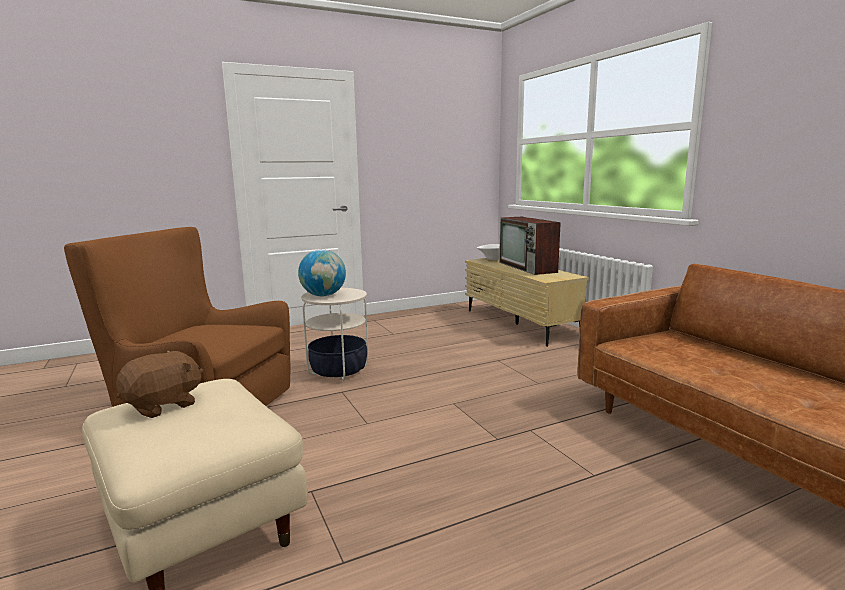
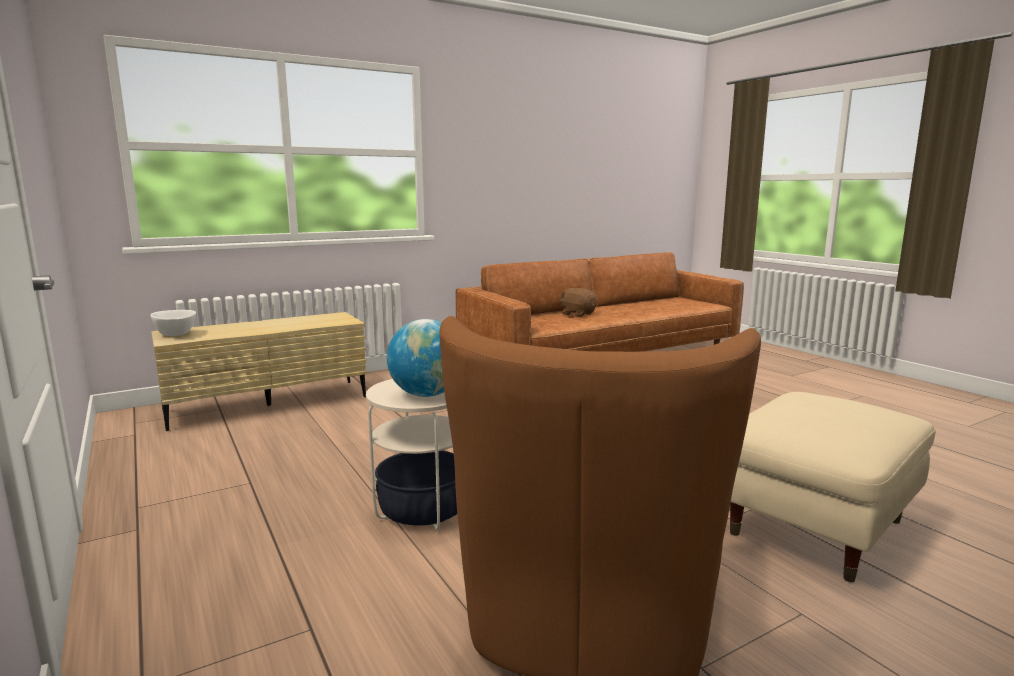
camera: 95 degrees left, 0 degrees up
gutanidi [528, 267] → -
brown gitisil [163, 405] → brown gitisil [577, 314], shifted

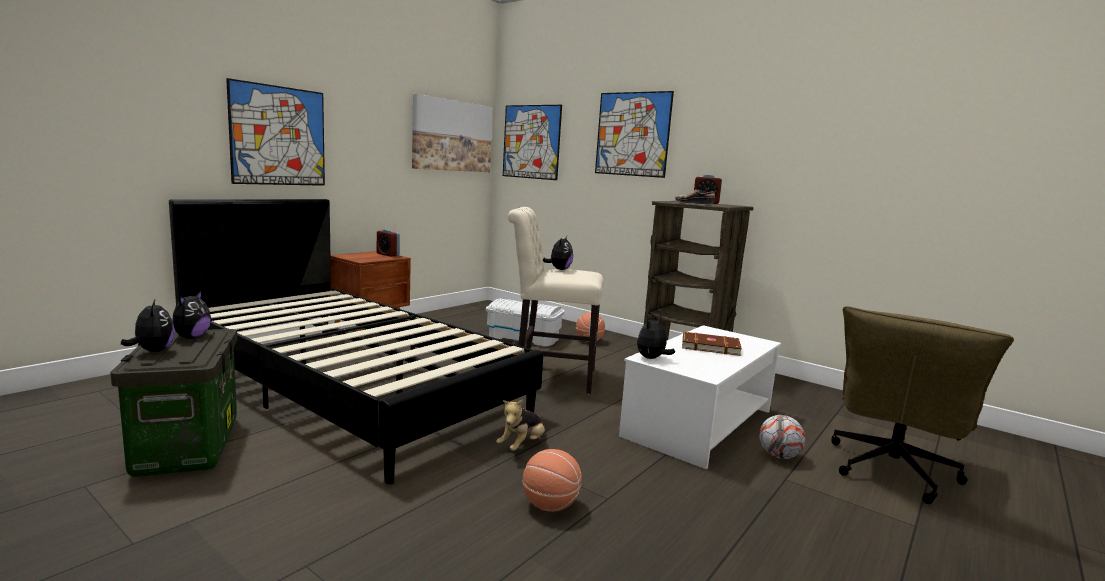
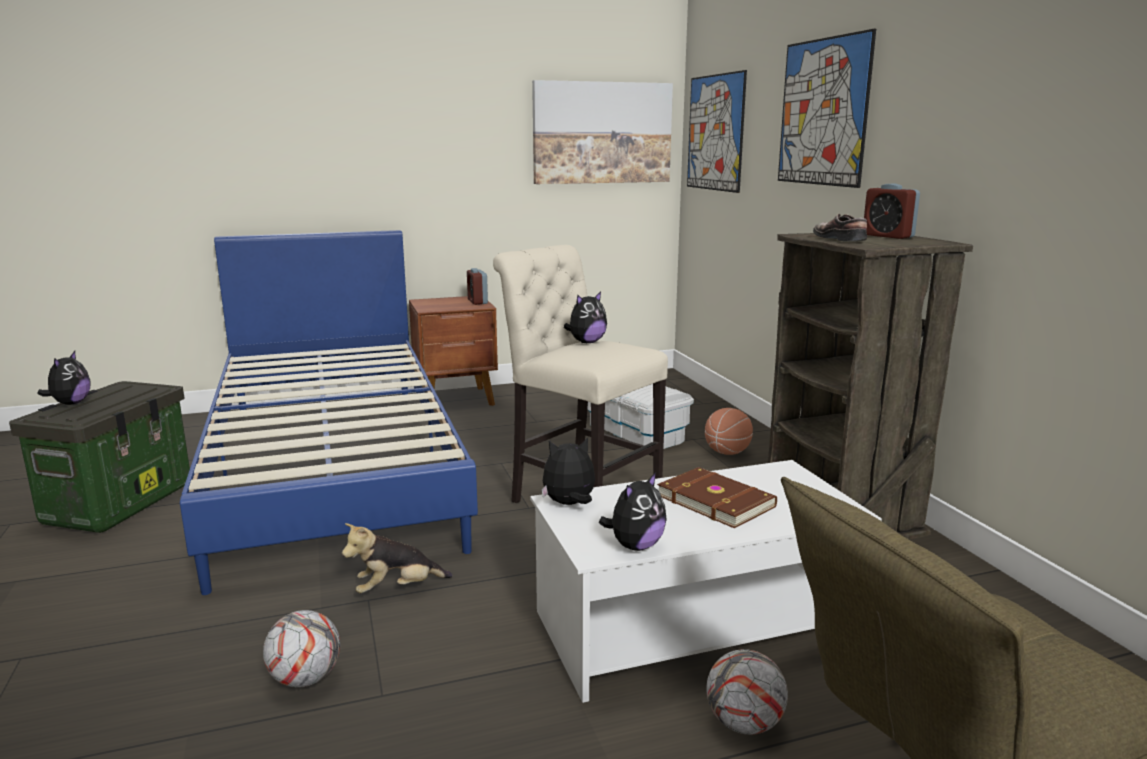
camera: 35 degrees right, 5 degrees up
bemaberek [279, 136] → -
gitisil [191, 337] → gitisil [635, 546], shifted
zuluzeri [550, 506] → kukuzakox [305, 679]
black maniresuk [347, 387] → blue maniresuk [333, 467]

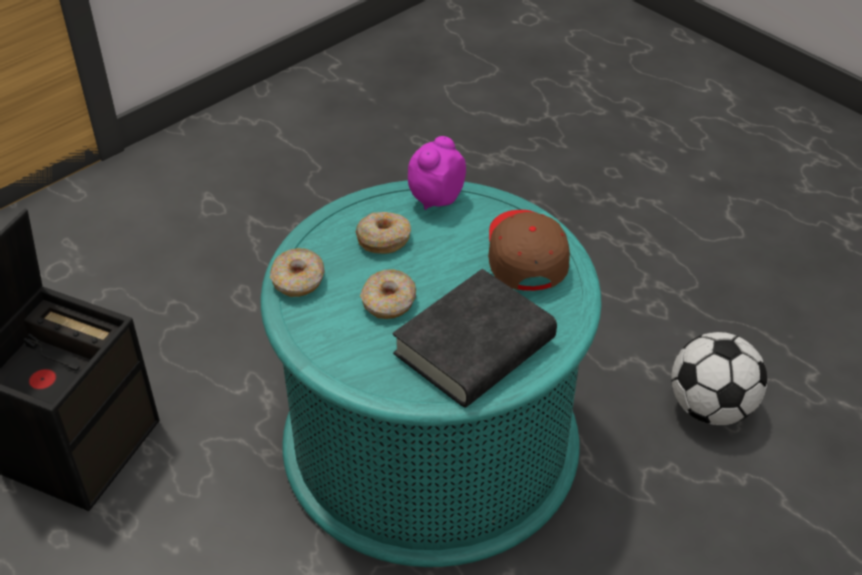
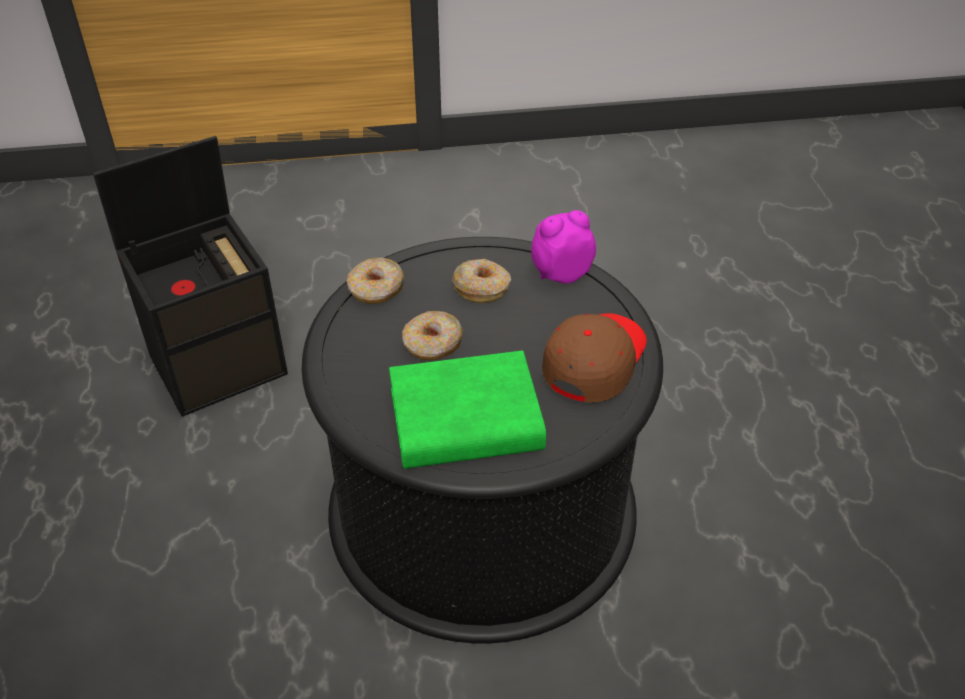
camera: 35 degrees right, 0 degrees up
kukuzakox [710, 408] → -
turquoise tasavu [431, 440] → black tasavu [482, 507]
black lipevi [474, 347] → green lipevi [465, 420]

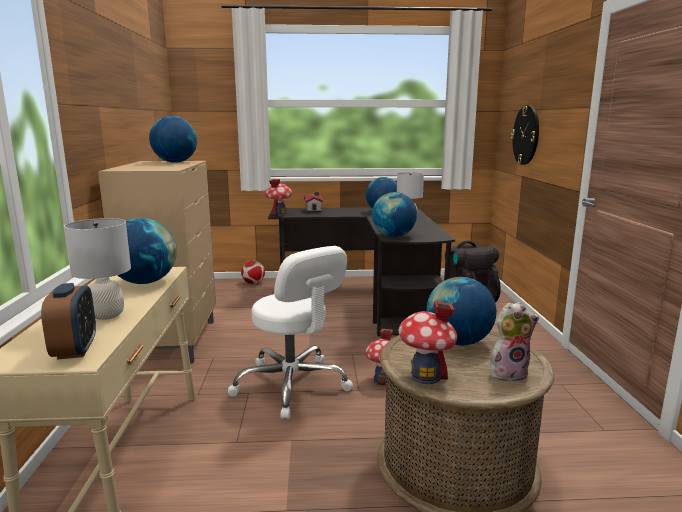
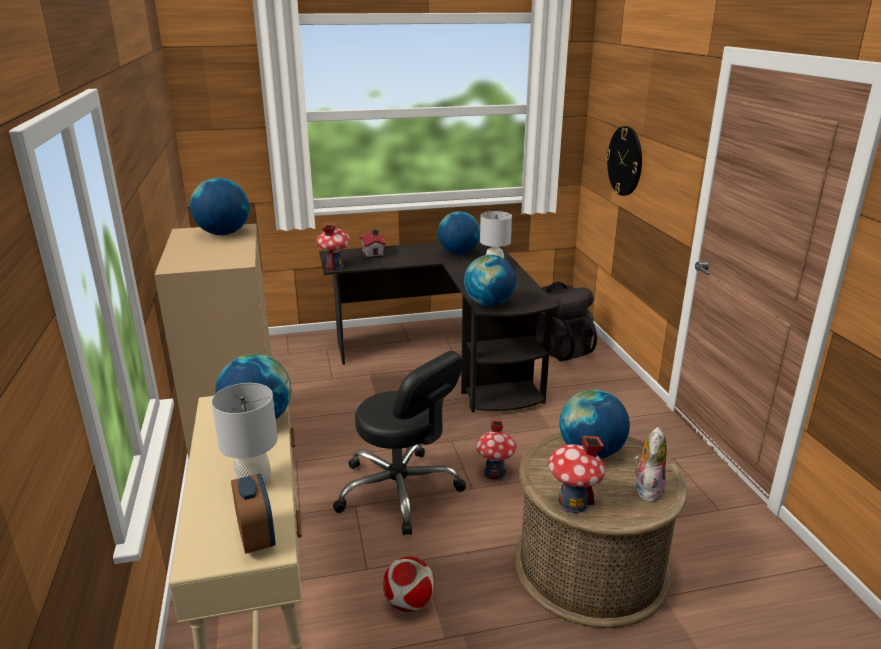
camera: 10 degrees left, 10 degrees up
kukuzakox [253, 283] → kukuzakox [409, 602], shifted
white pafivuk [294, 387] → black pafivuk [403, 493]
gitisil [508, 373] → gitisil [646, 489], 45 degrees counterclockwise

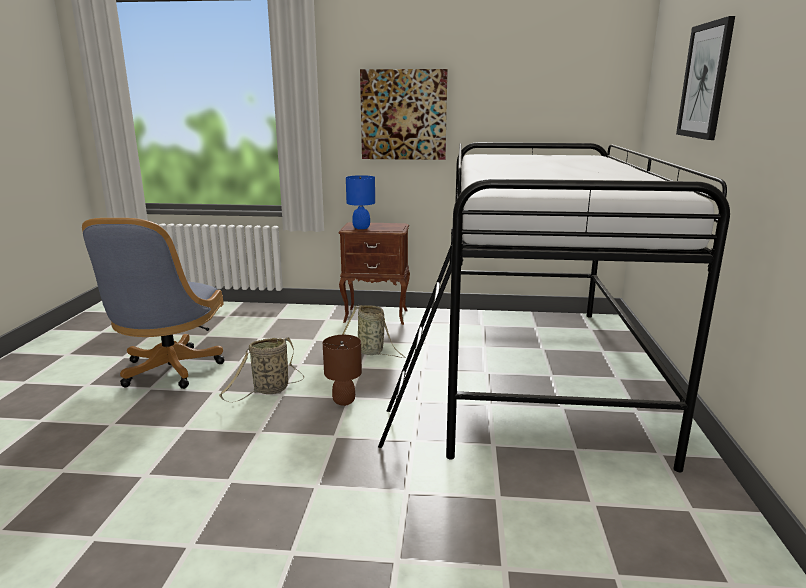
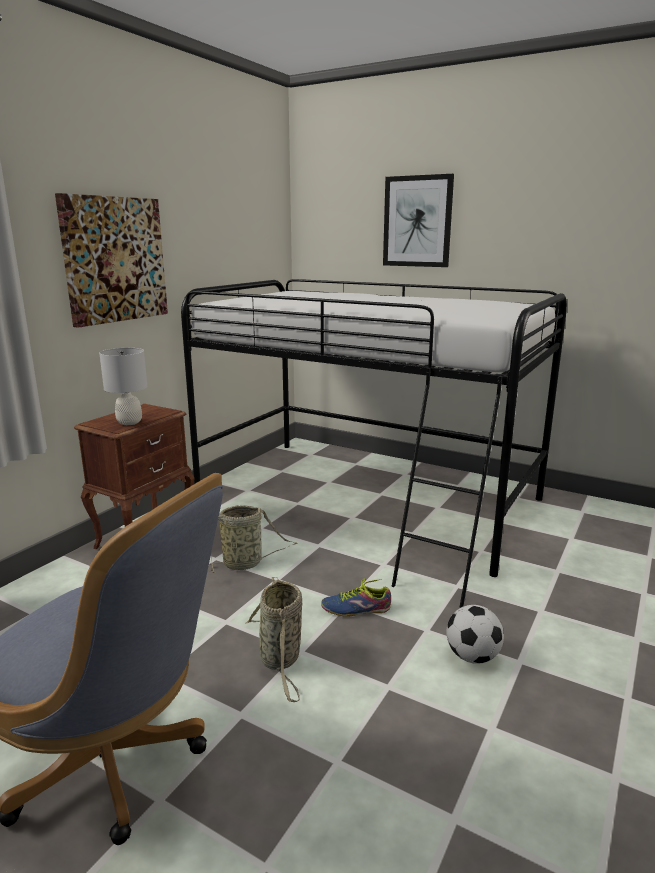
camera: 65 degrees left, 0 degrees up
- → kukuzakox [472, 656]
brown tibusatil [343, 402] → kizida [356, 609]
blue tibusatil [362, 228] → grey tibusatil [130, 423]

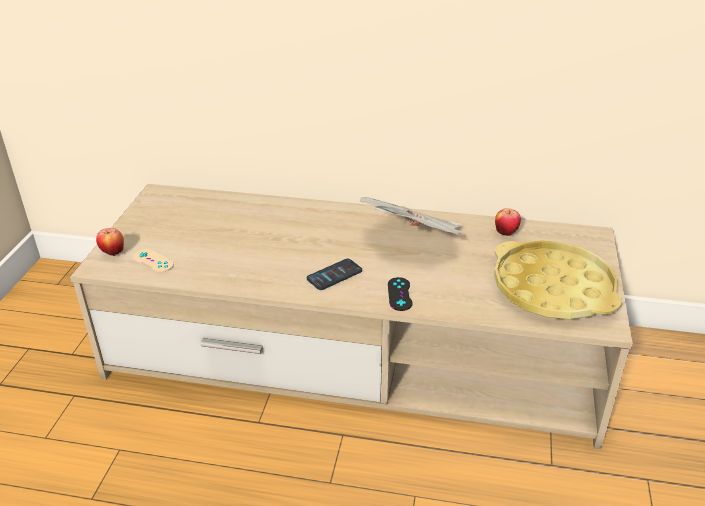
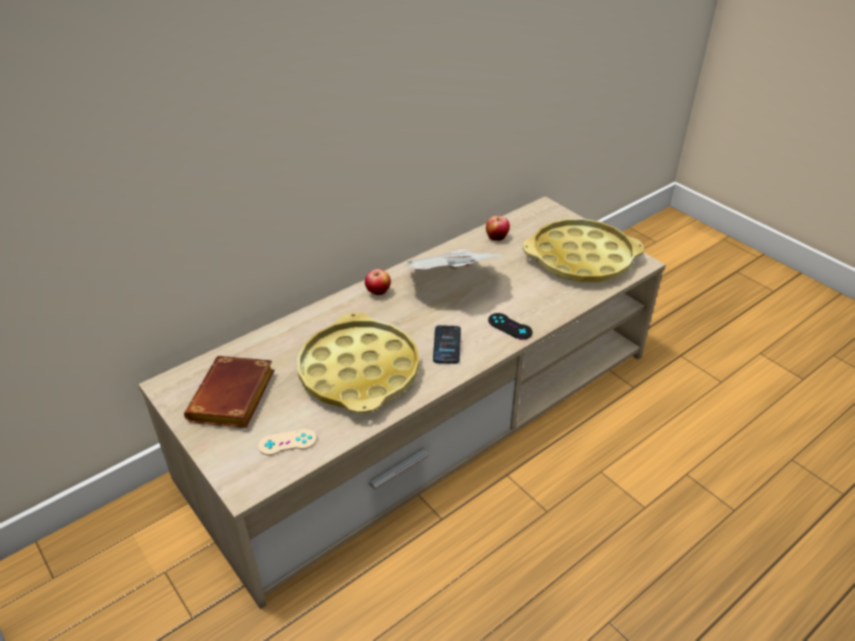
camera: 50 degrees left, 5 degrees up
- → brown lipevi [234, 399]
- → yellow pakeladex [359, 372]
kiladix [113, 253] → kiladix [378, 293], shifted

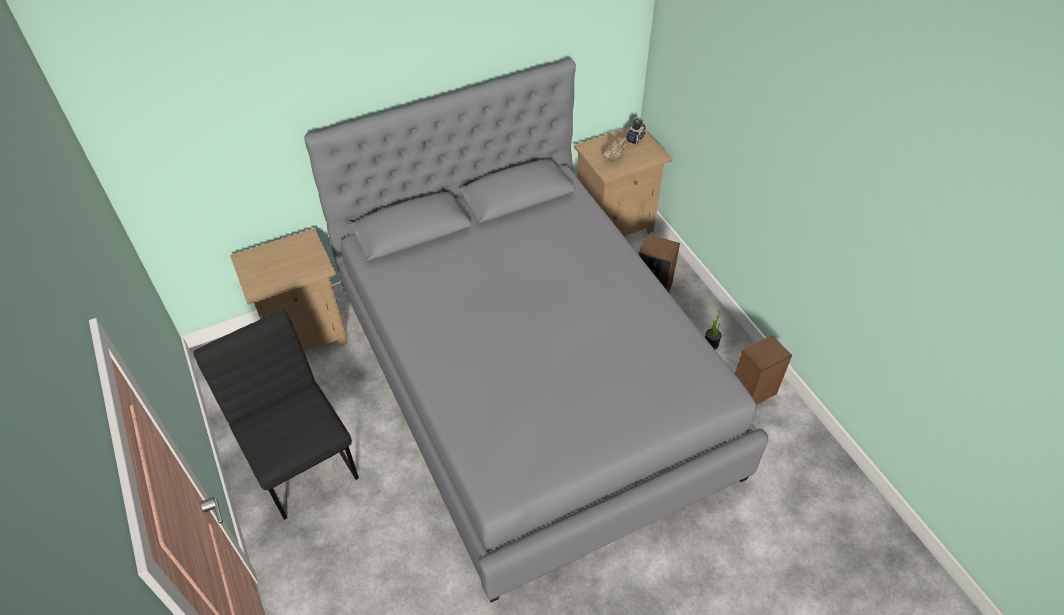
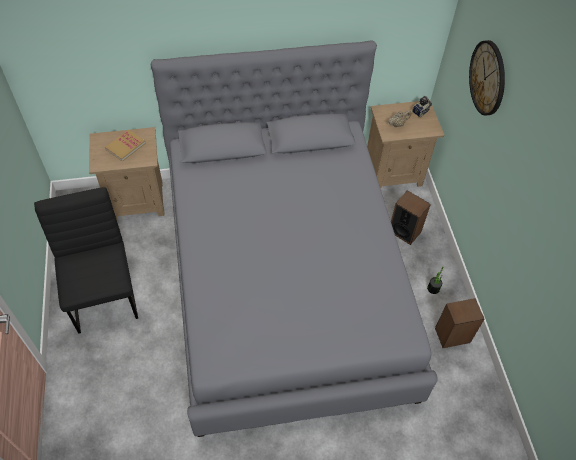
camera: 15 degrees right, 5 degrees up
- → lipevi [125, 146]
- → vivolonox [488, 78]

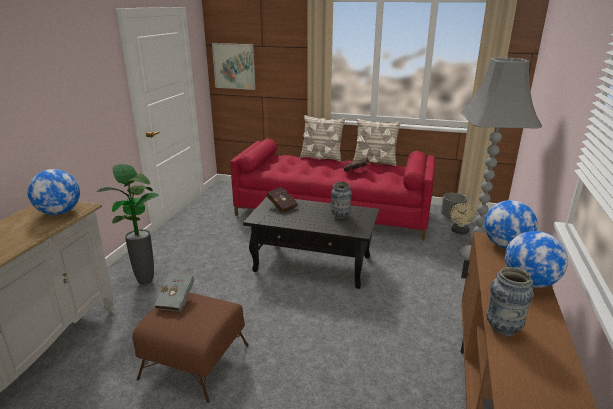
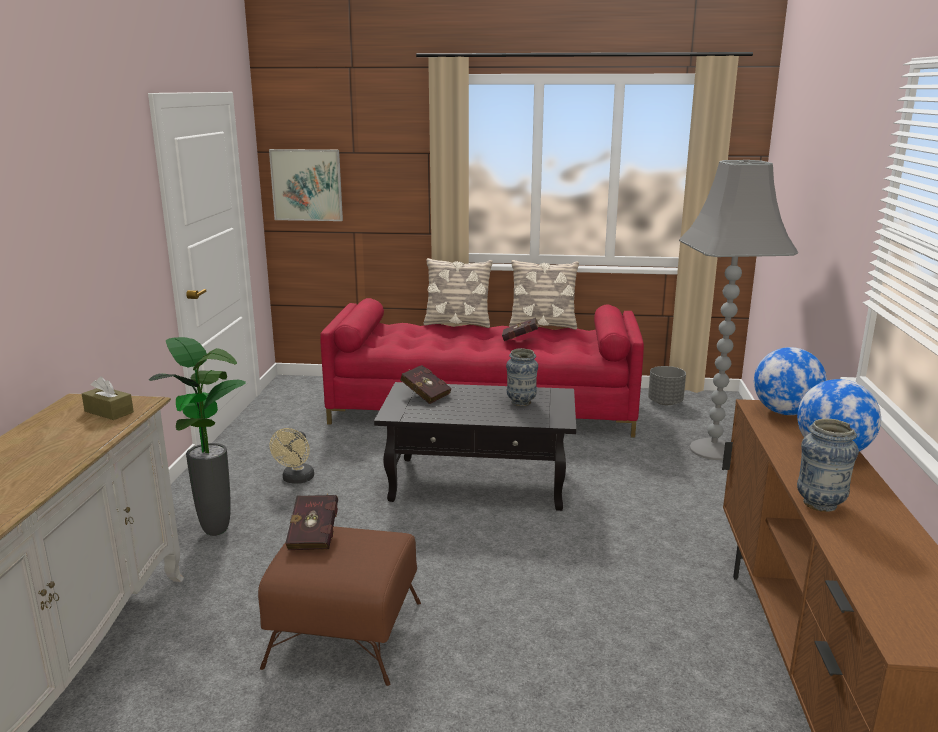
camera: 10 degrees left, 5 degrees down
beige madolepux [460, 232] → beige madolepux [296, 480], shifted
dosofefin [59, 212] → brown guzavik [109, 412]
grey lipevi [177, 300] → red lipevi [315, 535]

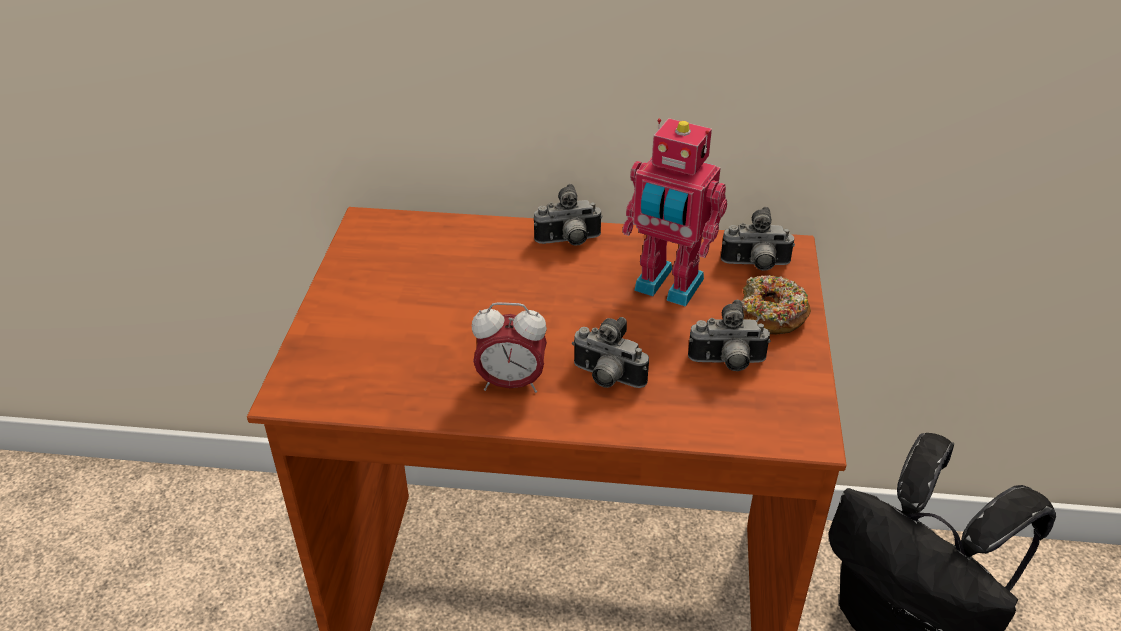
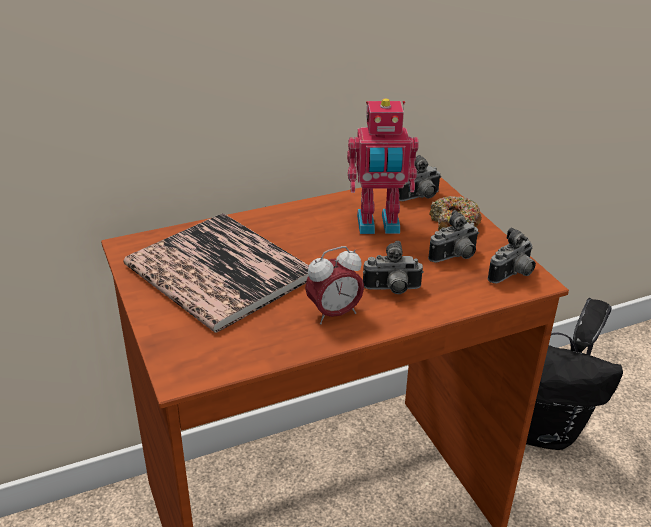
camera: 30 degrees left, 5 degrees down
- → lipevi [219, 272]
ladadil [569, 242] → ladadil [512, 275], shifted

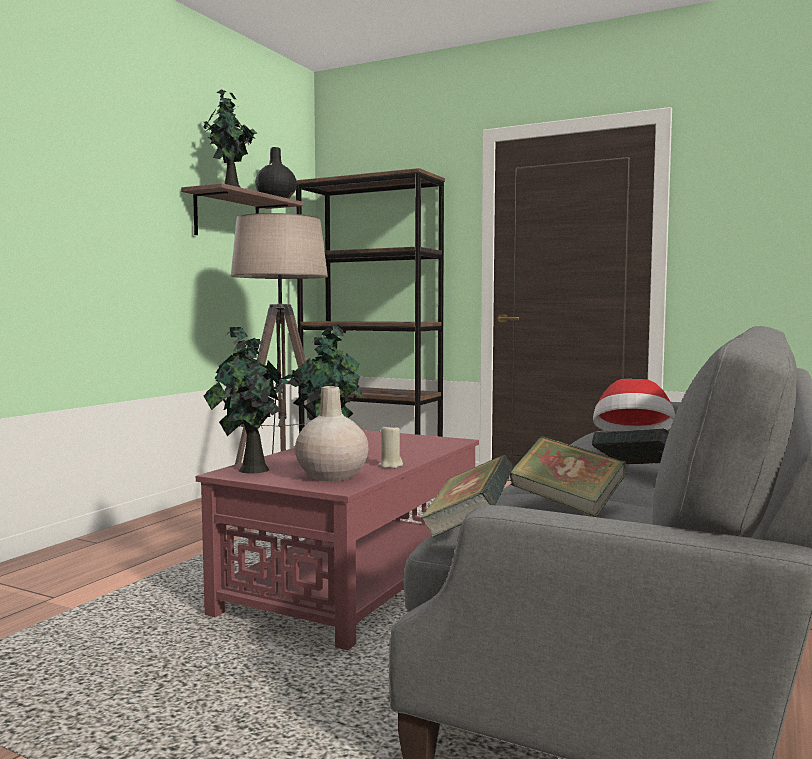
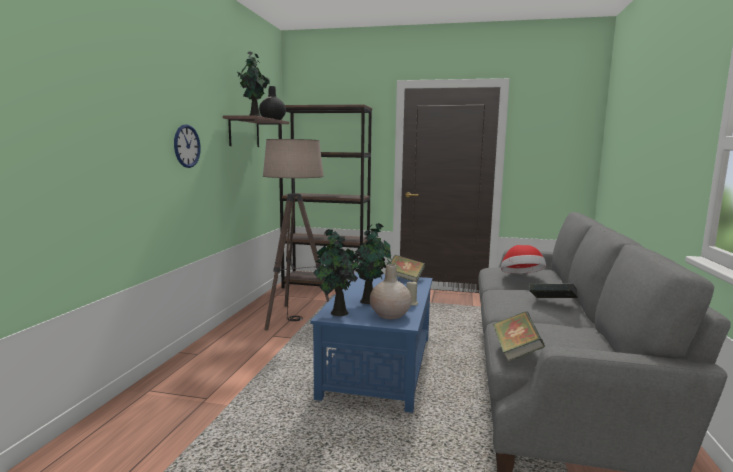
camera: 15 degrees left, 5 degrees up
- → vivolonox [187, 146]
lipevi [566, 505] → lipevi [405, 278], shifted
red tasavu [353, 581] → blue tasavu [378, 366]

